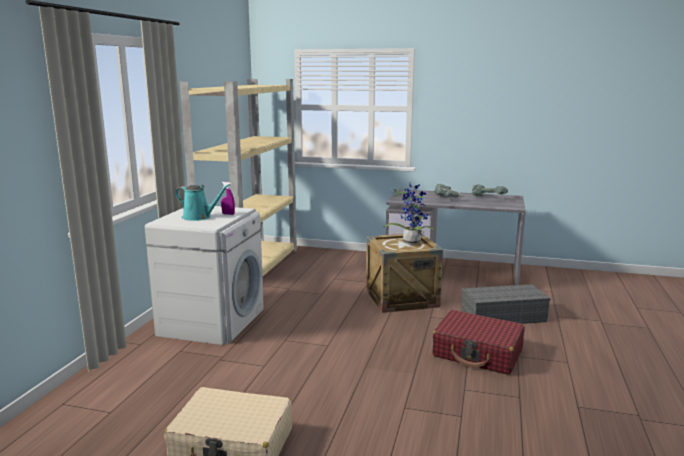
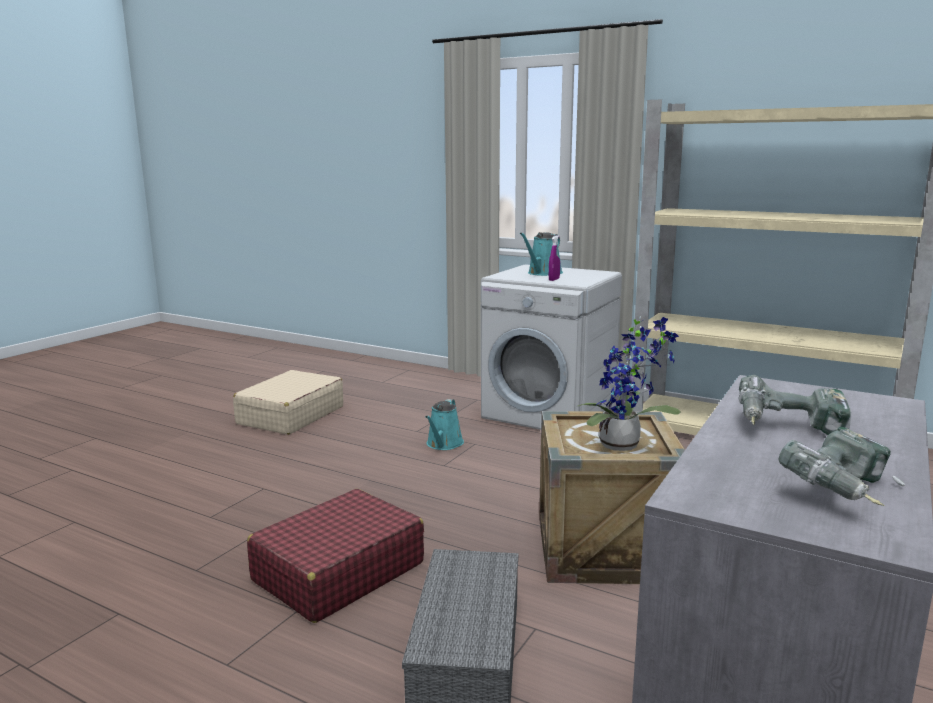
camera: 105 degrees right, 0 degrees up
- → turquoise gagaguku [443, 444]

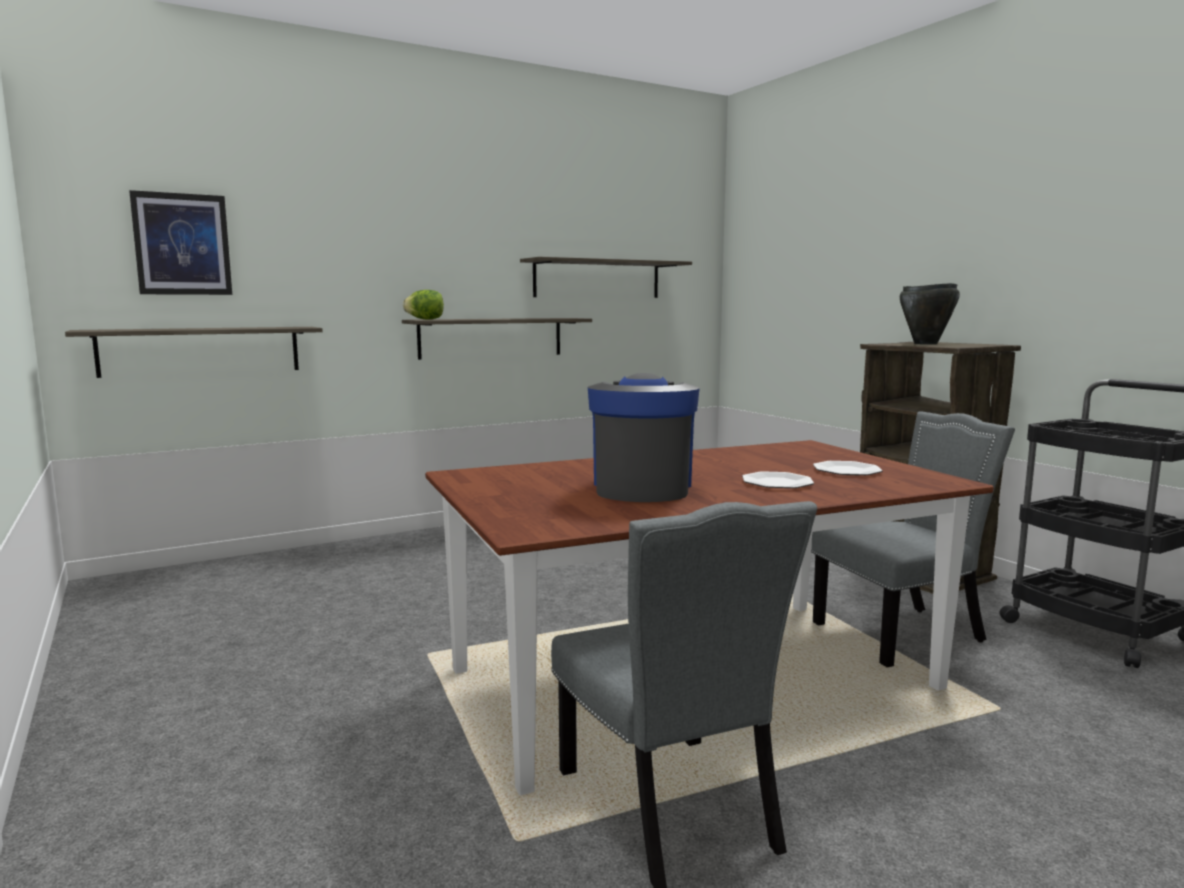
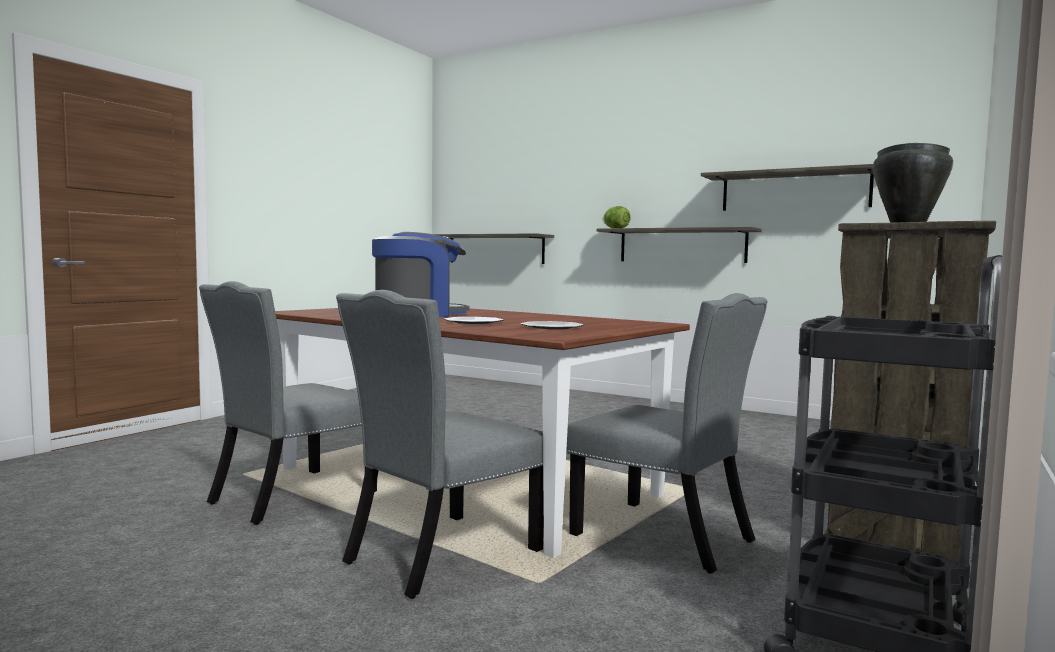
camera: 60 degrees right, 5 degrees down
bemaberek [182, 244] → -
- → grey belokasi [444, 553]

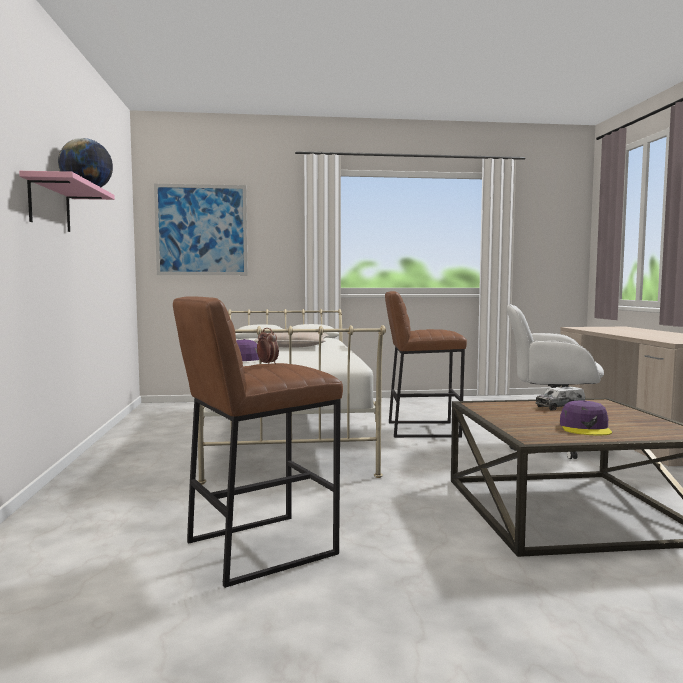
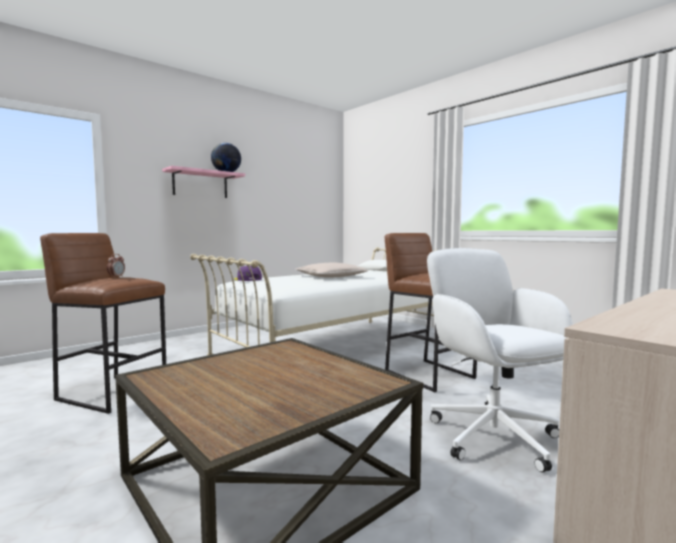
camera: 55 degrees right, 0 degrees up
bemaberek [201, 230] → -
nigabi [560, 407] → -
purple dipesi [585, 428] → -

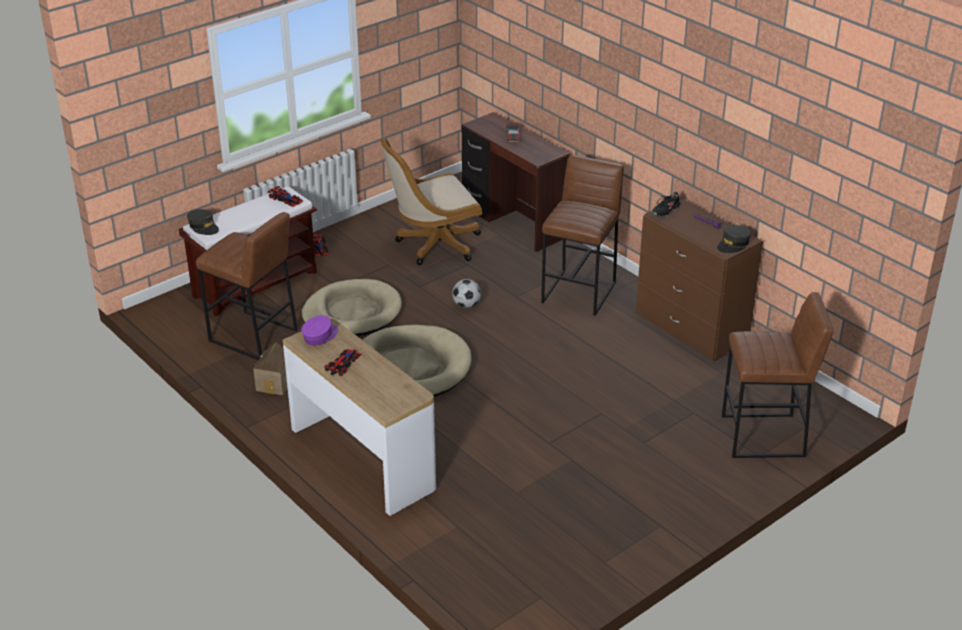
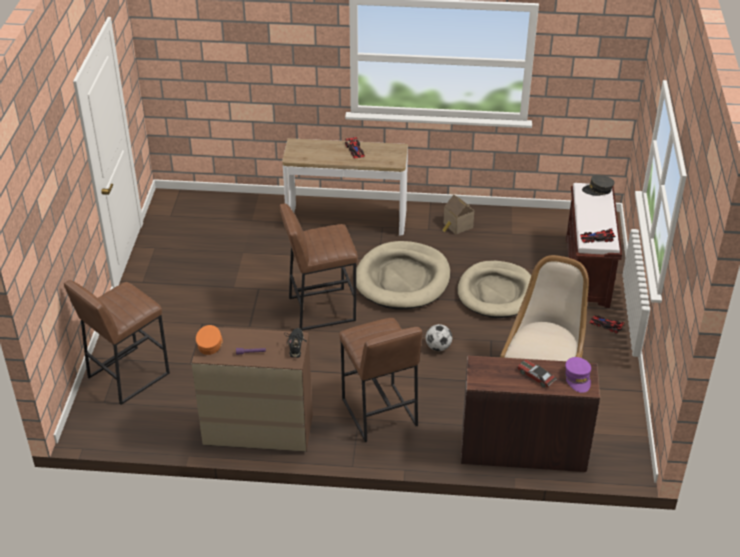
camera: 135 degrees right, 5 degrees up
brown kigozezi [254, 336] → brown kigozezi [320, 309], shifted
purple dipesi [320, 336] → purple dipesi [577, 378], shifted
grey dipesi [733, 244] → orange dipesi [210, 344]

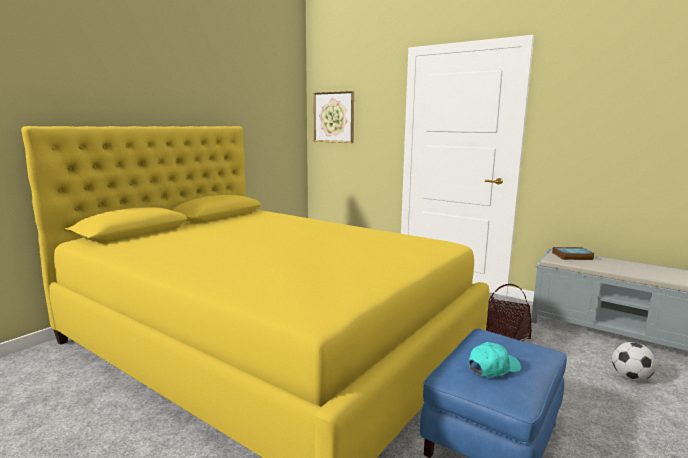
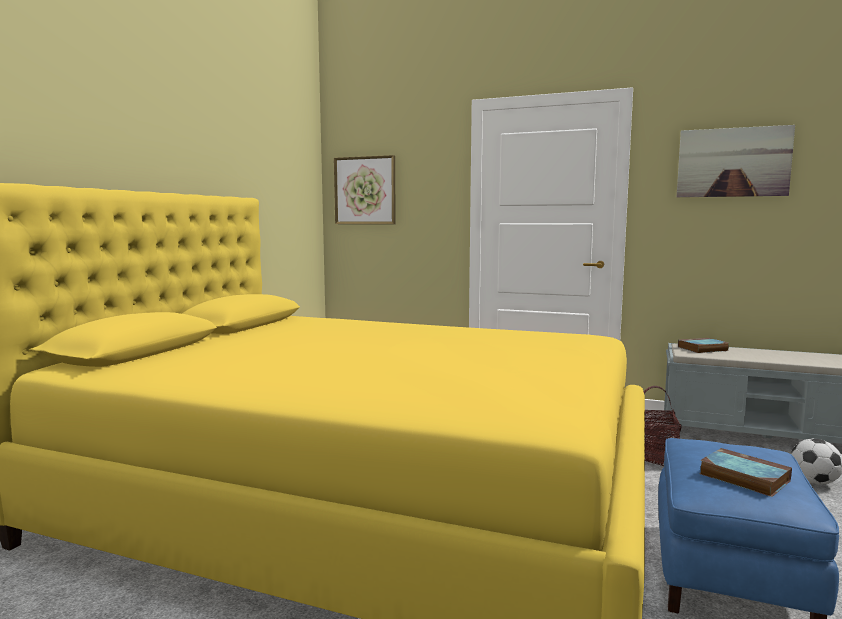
camera: 15 degrees left, 5 degrees down
- → bemaberek [733, 162]
turquoise dipesi [493, 368] → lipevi [742, 477]

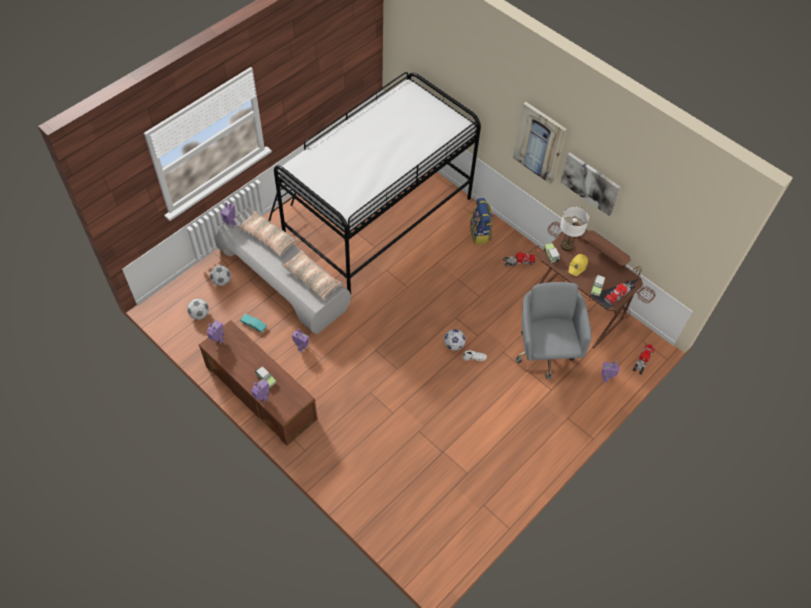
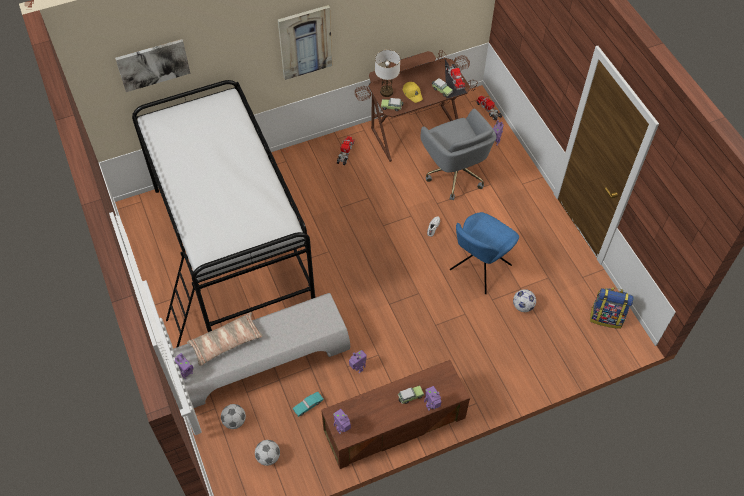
camera: 65 degrees left, 0 degrees up
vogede [312, 278] → -
- → blue belokasi [479, 269]
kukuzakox [453, 345] → kukuzakox [523, 306], shifted
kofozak [480, 233] → kofozak [606, 317], shifted
bemaberek [590, 183] → bemaberek [153, 64], shifted
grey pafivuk [544, 355] → grey pafivuk [453, 175], 135 degrees counterclockwise

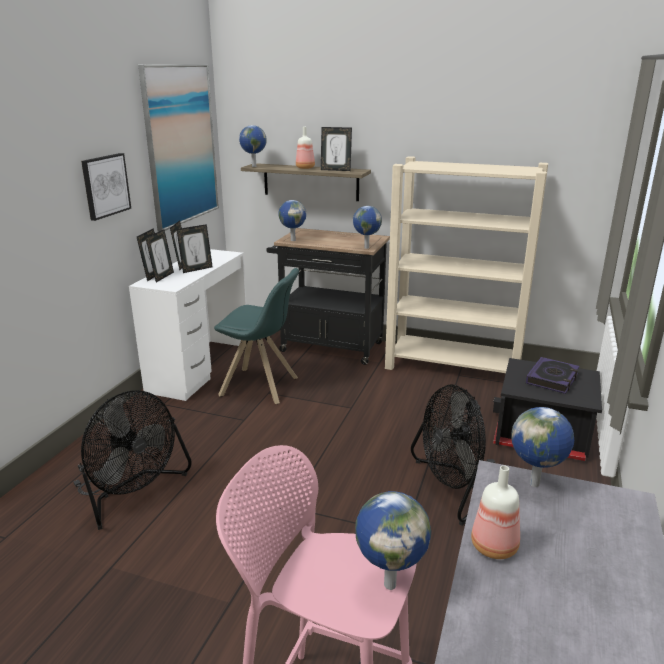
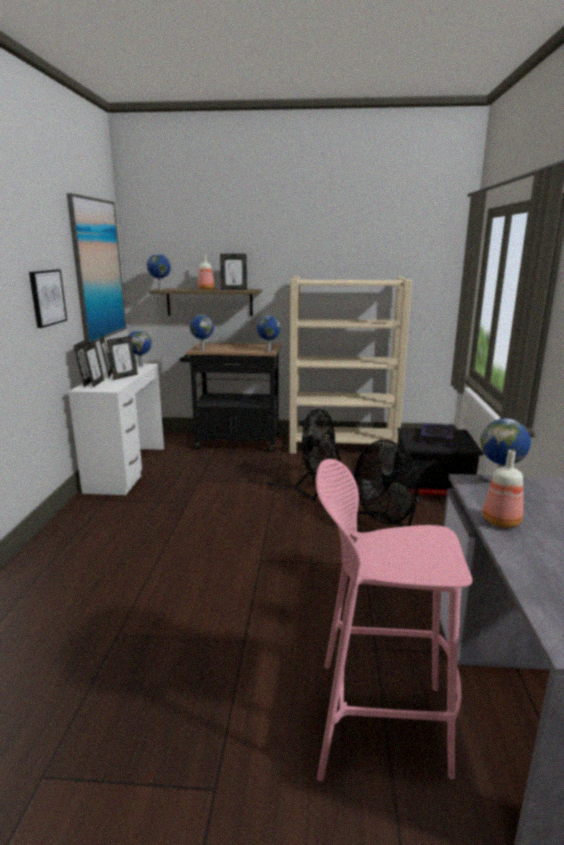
camera: 15 degrees left, 5 degrees down
turquoise belokasi [260, 386] → -
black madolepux [128, 493] → black madolepux [310, 484], shifted
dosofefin [390, 583] → dosofefin [141, 365], shifted

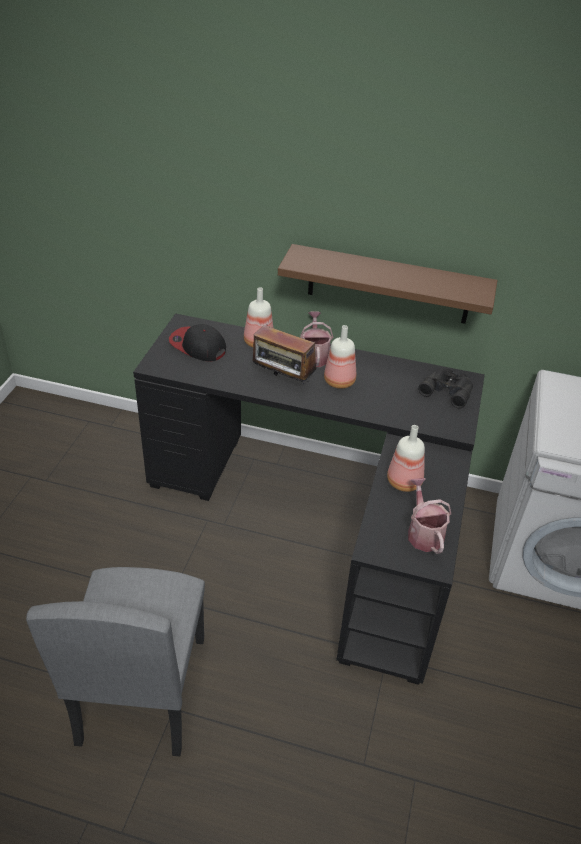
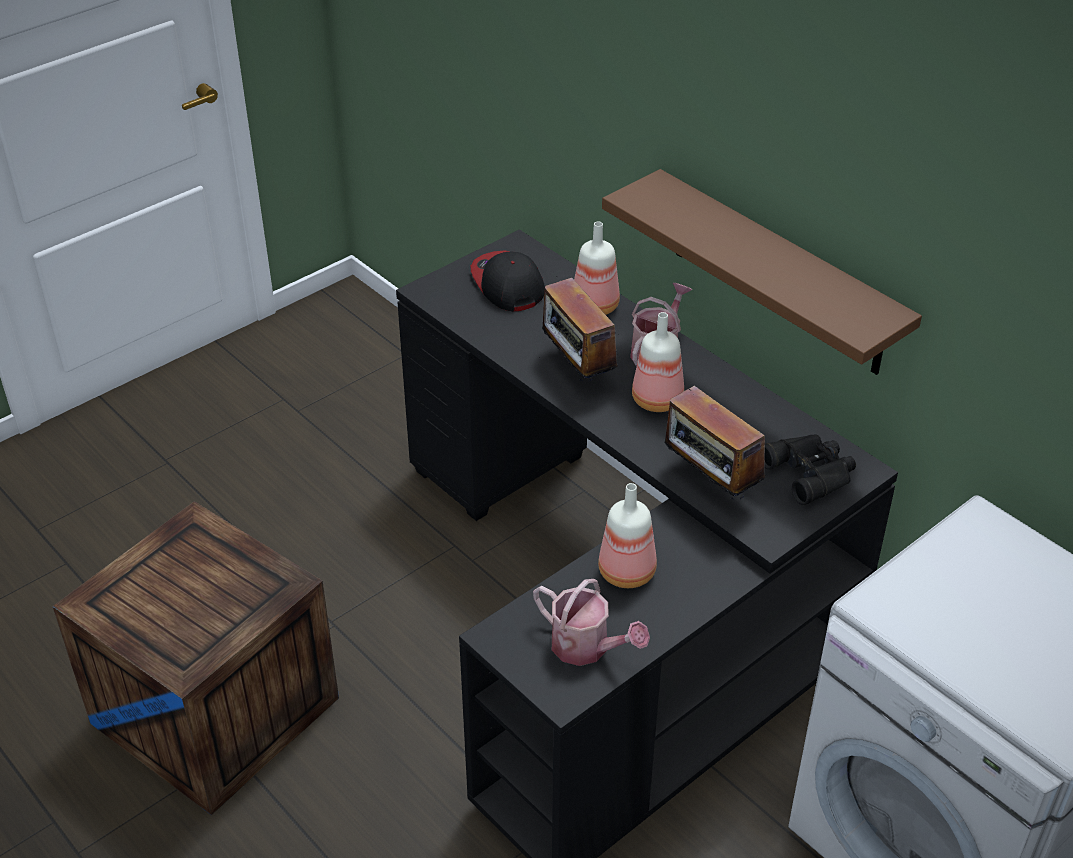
camera: 35 degrees right, 0 degrees up
- → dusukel [709, 485]
grey belokasi [141, 689] → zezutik [215, 710]
gagaguku [423, 532] → gagaguku [587, 648], 105 degrees clockwise

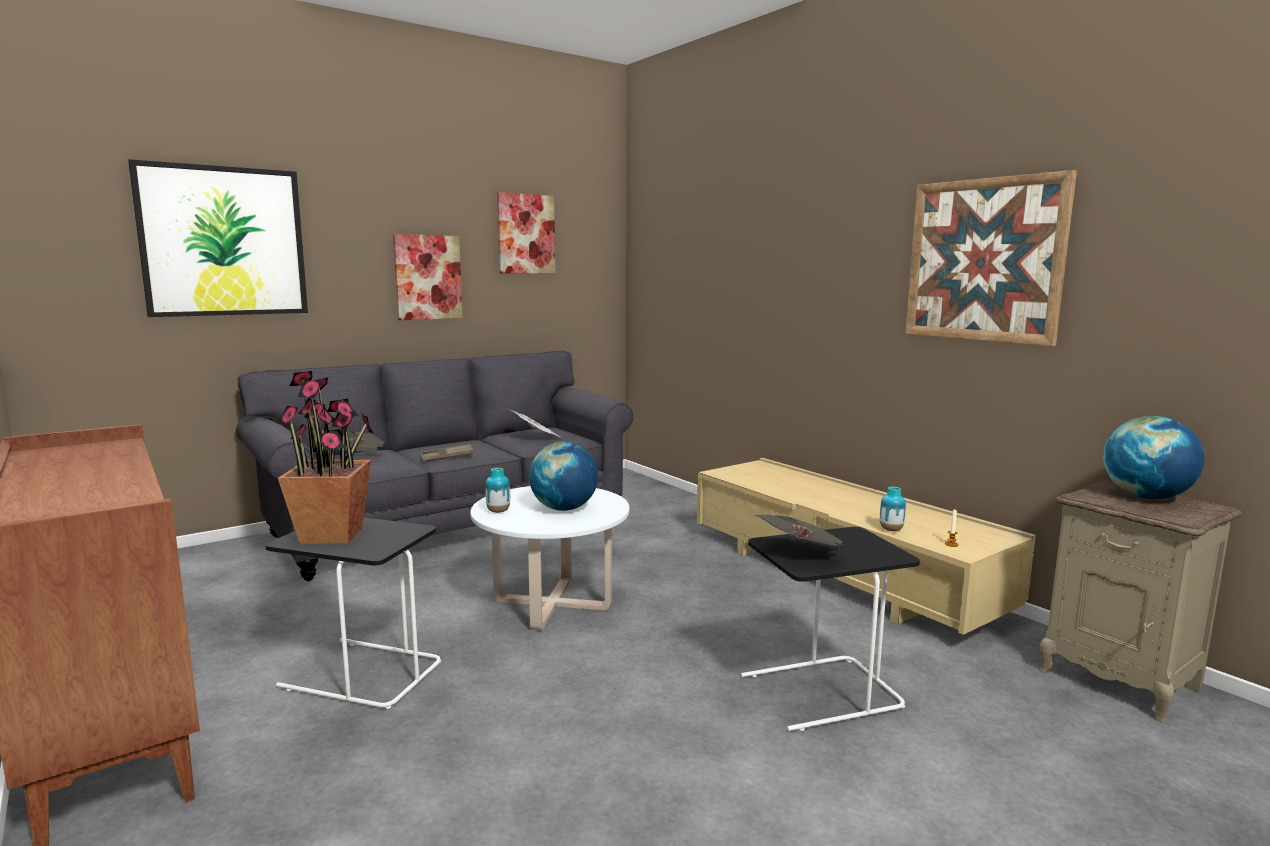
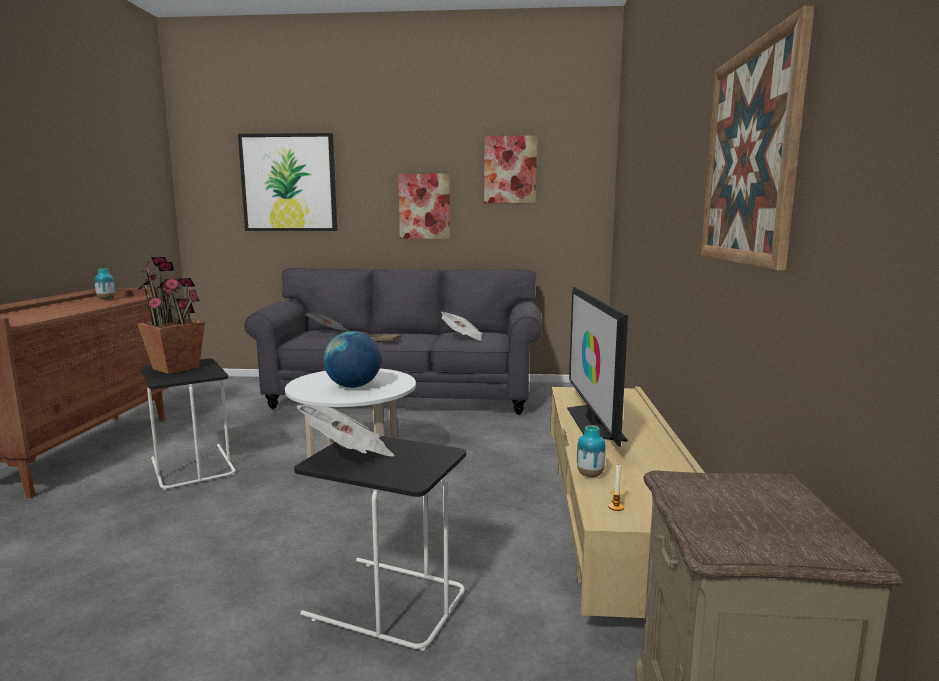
camera: 40 degrees right, 0 degrees up
dosofefin [1146, 497] → -
- → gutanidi [593, 421]
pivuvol [498, 511] → pivuvol [106, 299], shifted

